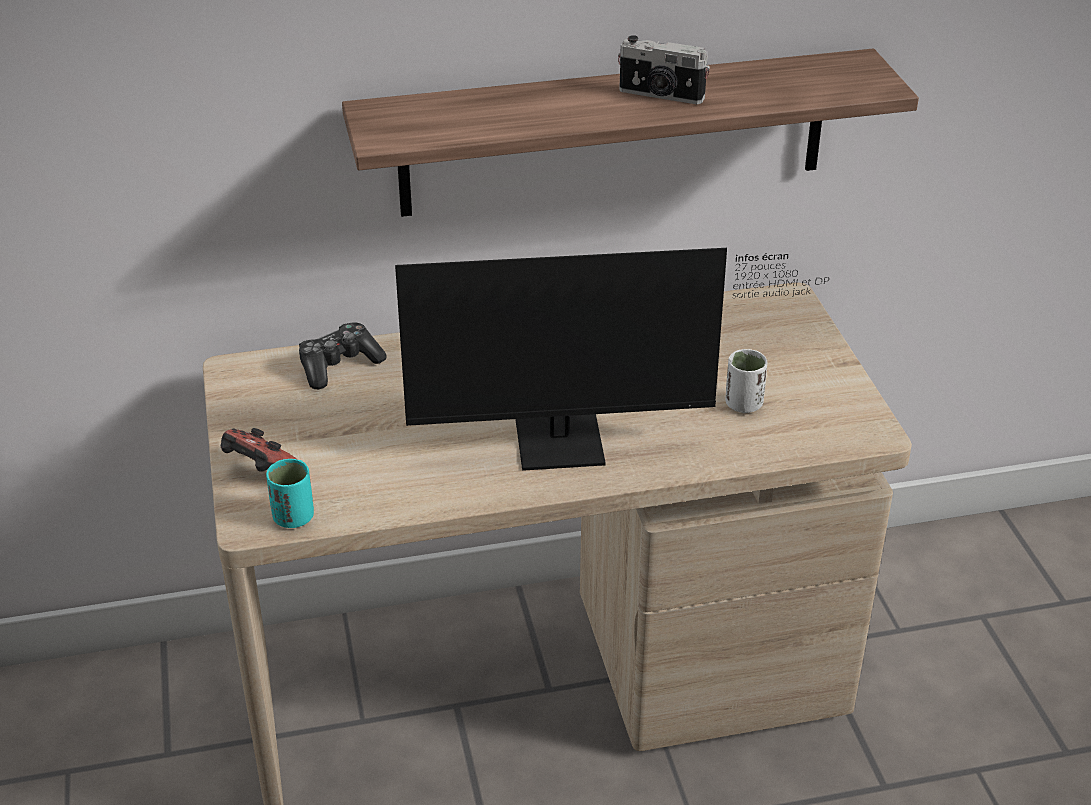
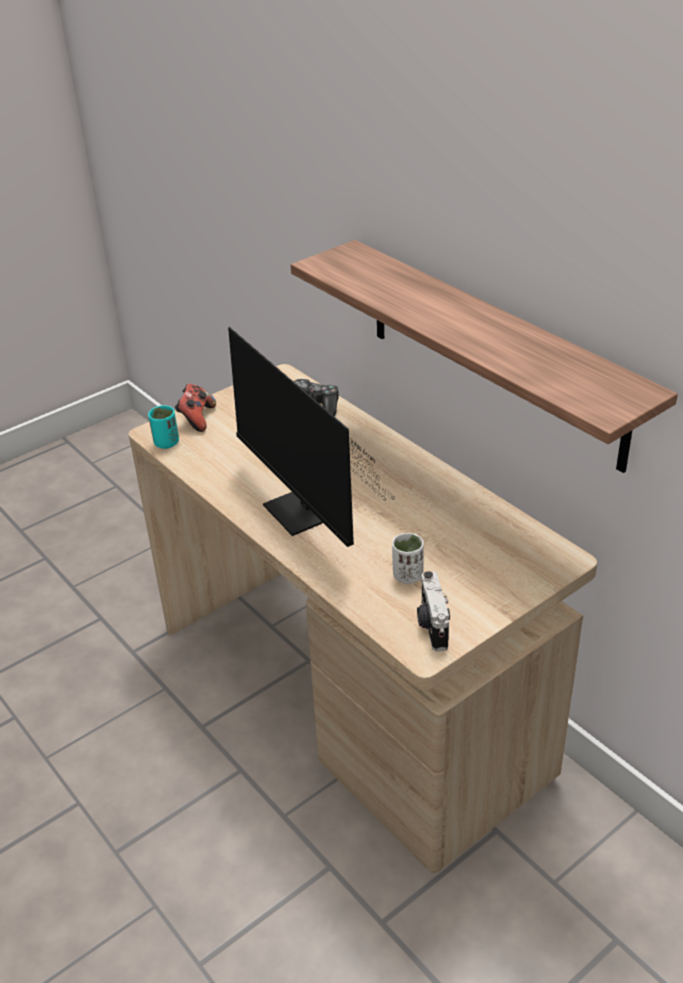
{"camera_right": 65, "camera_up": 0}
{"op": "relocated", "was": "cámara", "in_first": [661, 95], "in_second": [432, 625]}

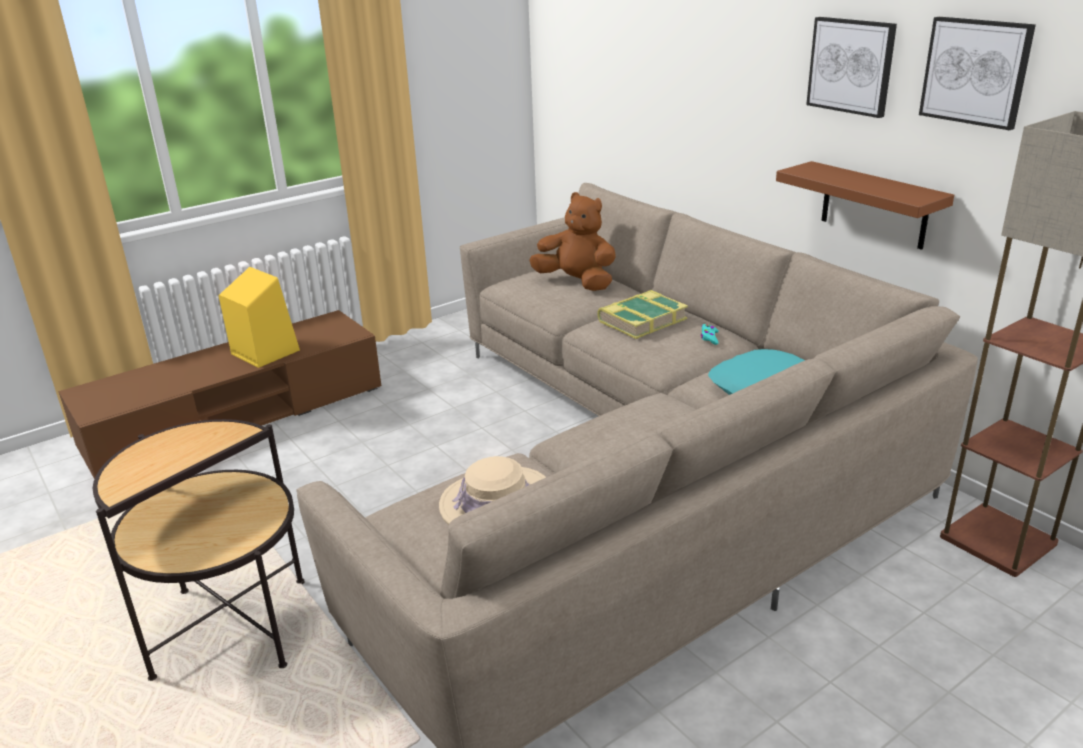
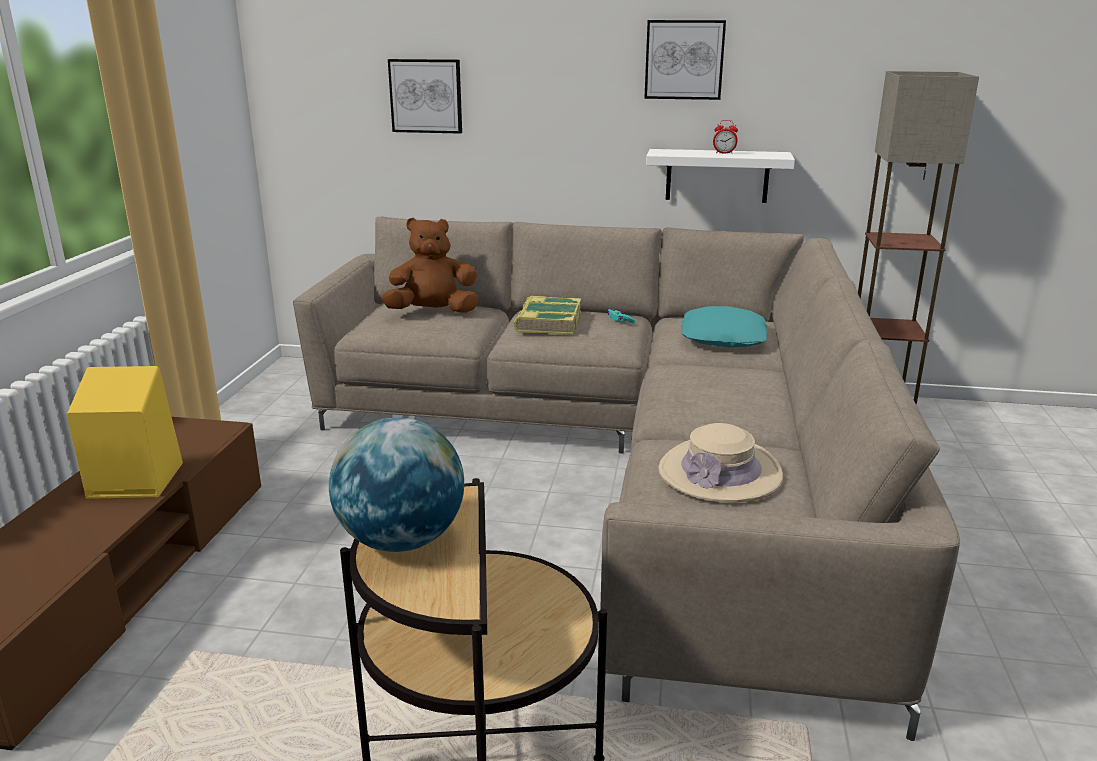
{"camera_right": -45, "camera_up": -5}
{"op": "appeared", "now": "globo terráqueo", "in_second": [401, 540]}
{"op": "relocated", "was": "cuadro", "in_first": [976, 71], "in_second": [426, 96]}
{"op": "colour", "was": "estante/marrón", "now": "estante/blanco", "in_first": [874, 205], "in_second": [717, 175]}
{"op": "appeared", "now": "despertador", "in_second": [724, 153]}

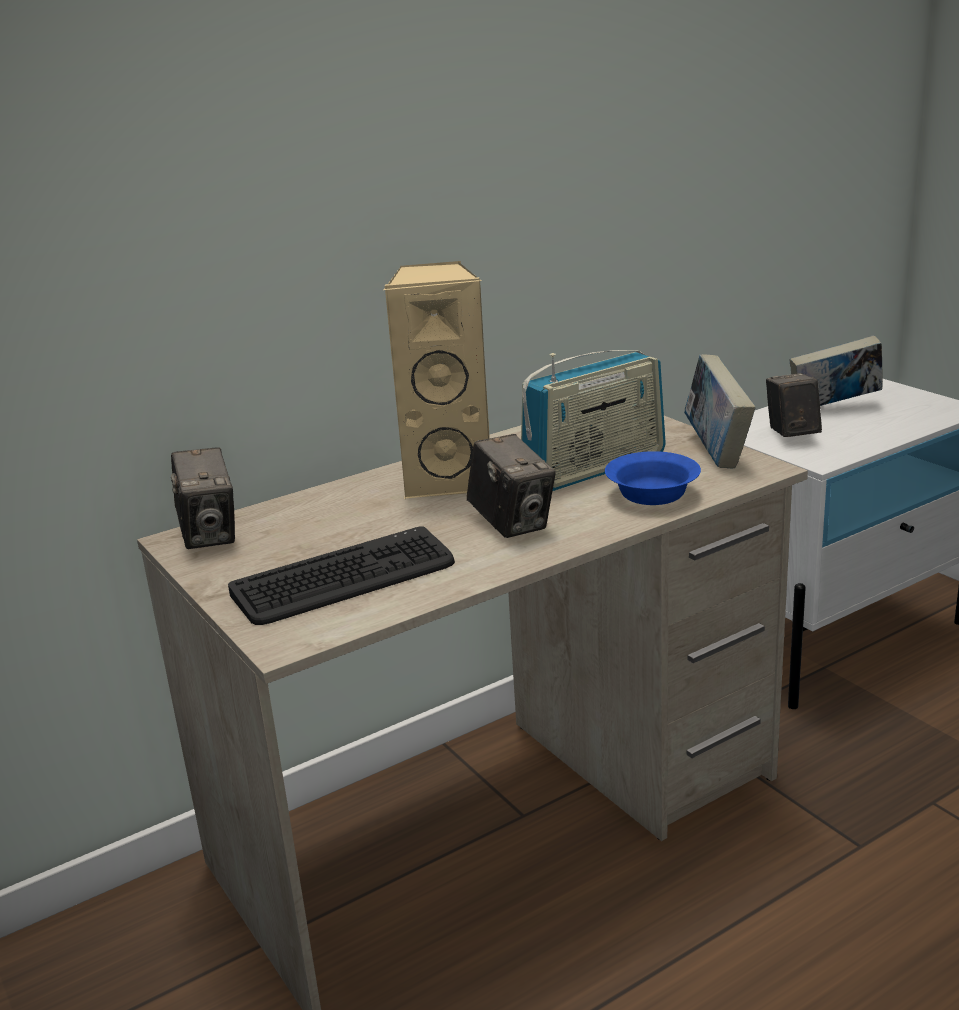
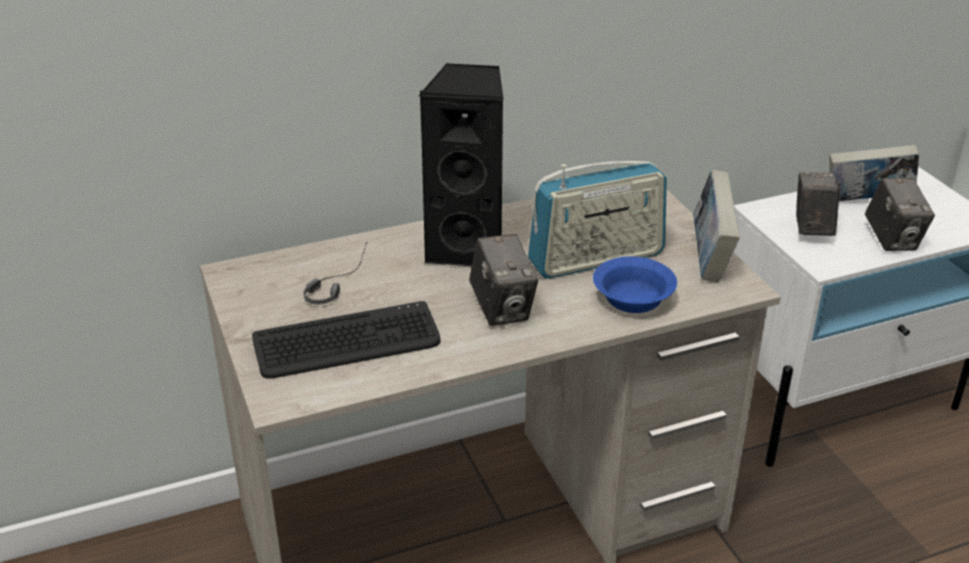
{"camera_right": 10, "camera_up": 10}
{"op": "appeared", "now": "auriculares", "in_second": [335, 282]}
{"op": "colour", "was": "altavoz/beis", "now": "altavoz/negro", "in_first": [449, 480], "in_second": [469, 248]}
{"op": "relocated", "was": "cámara", "in_first": [210, 535], "in_second": [892, 240]}

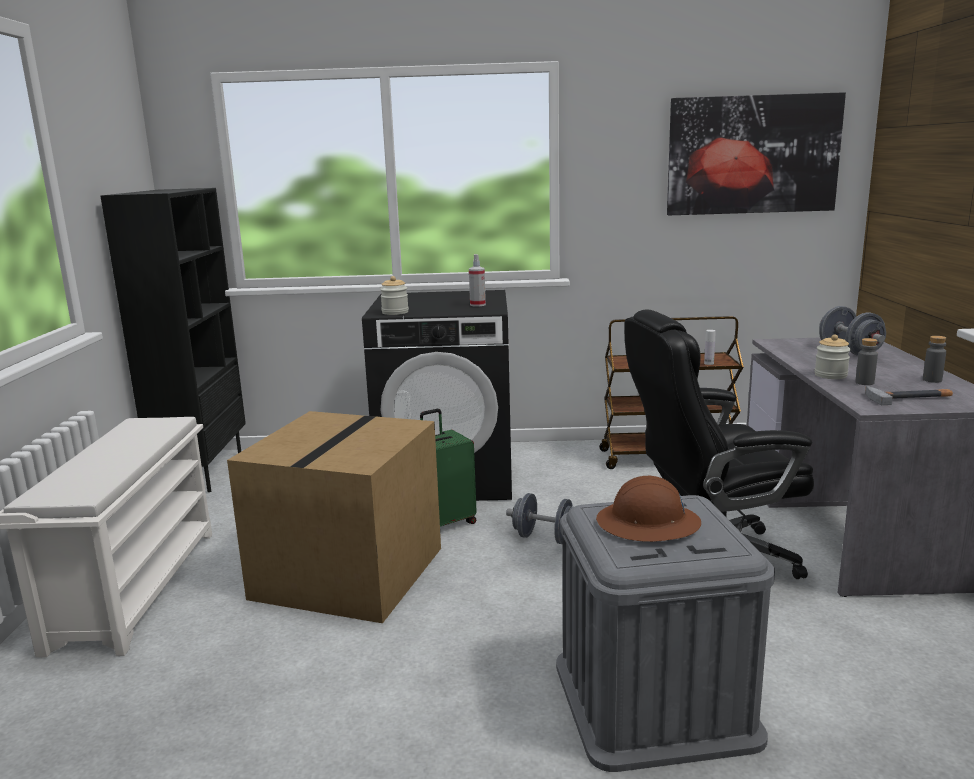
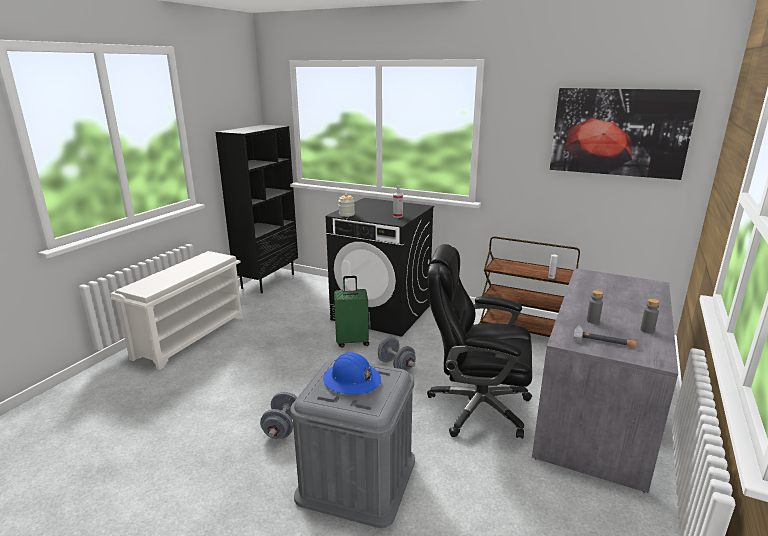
{"camera_right": 25, "camera_up": 5}
{"op": "relocated", "was": "mancuerna/gris", "in_first": [849, 351], "in_second": [282, 428]}
{"op": "colour", "was": "casco/marrón", "now": "casco/azul", "in_first": [648, 524], "in_second": [352, 380]}
{"op": "missing", "was": "caja de cartón", "in_first": [347, 571]}
{"op": "missing", "was": "tarro", "in_first": [830, 375]}

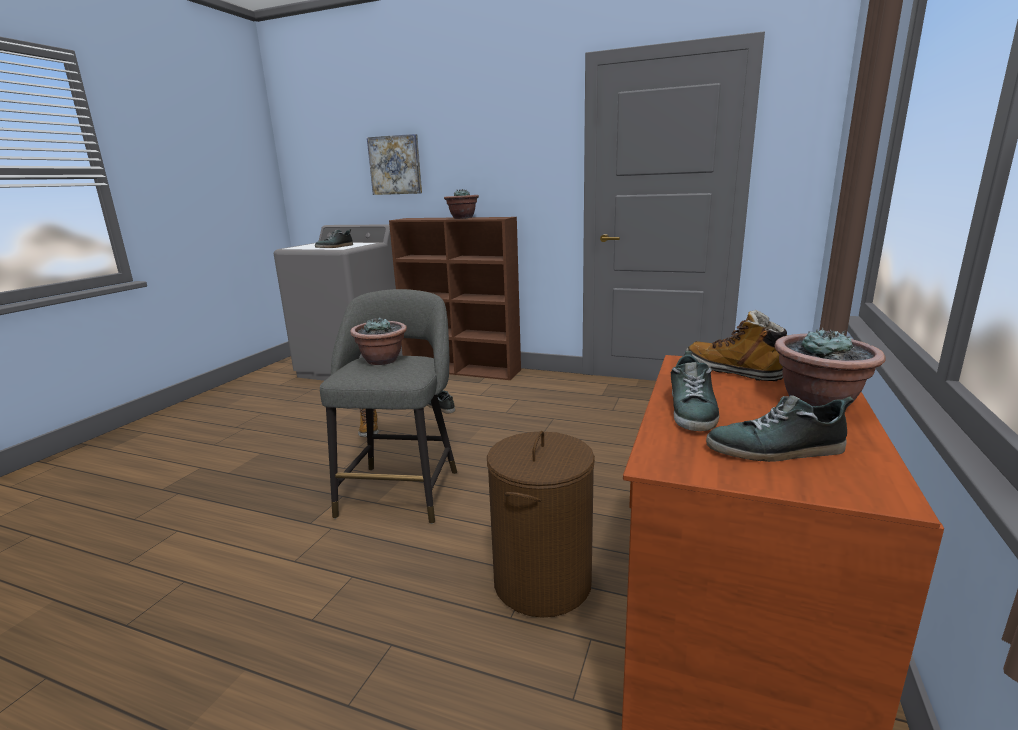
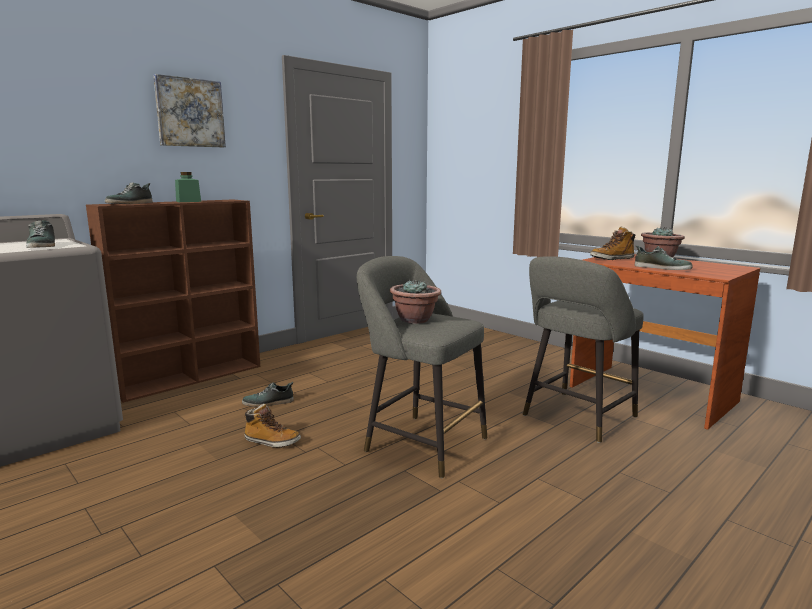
{"camera_right": -65, "camera_up": -5}
{"op": "relocated", "was": "zapato", "in_first": [776, 449], "in_second": [130, 203]}
{"op": "relocated", "was": "cuadro", "in_first": [395, 165], "in_second": [190, 113]}
{"op": "exchanged", "was": "planta en maceta", "now": "tarro/verde", "in_first": [462, 218], "in_second": [188, 201]}
{"op": "exchanged", "was": "cesto de la ropa/marrón", "now": "taburete/gris", "in_first": [542, 581], "in_second": [576, 418]}

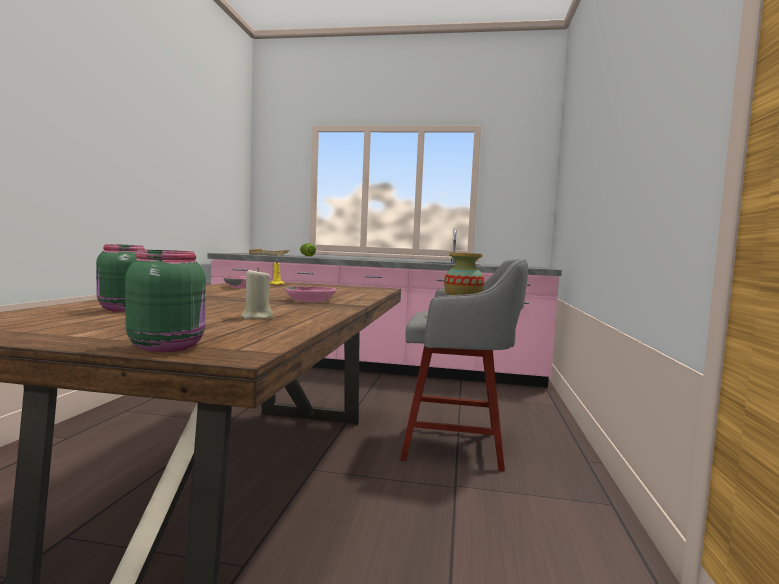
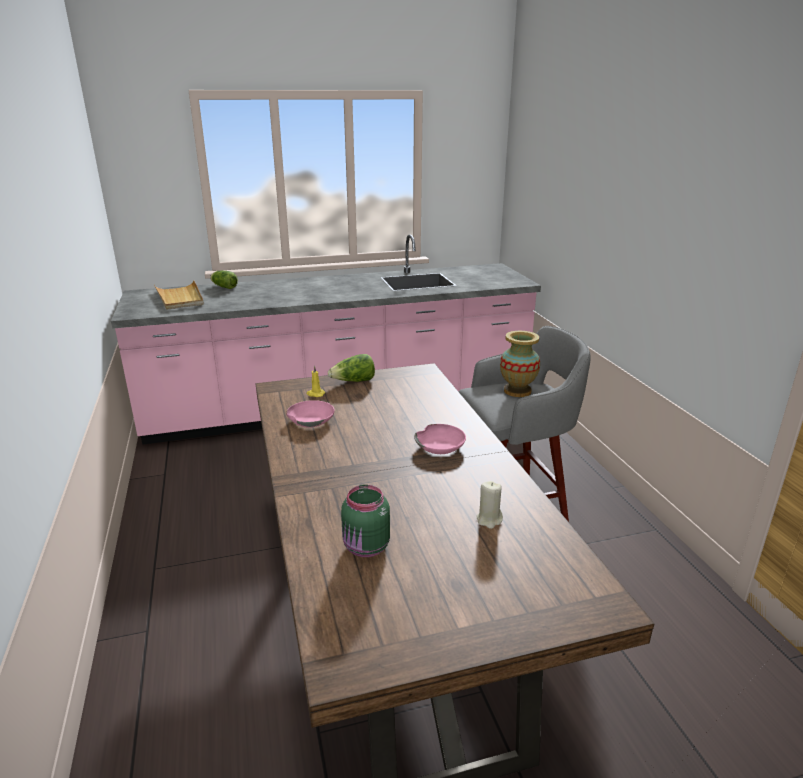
{"camera_right": -25, "camera_up": 20}
{"op": "appeared", "now": "lechuga", "in_second": [354, 381]}
{"op": "missing", "was": "tarro/verde", "in_first": [168, 347]}

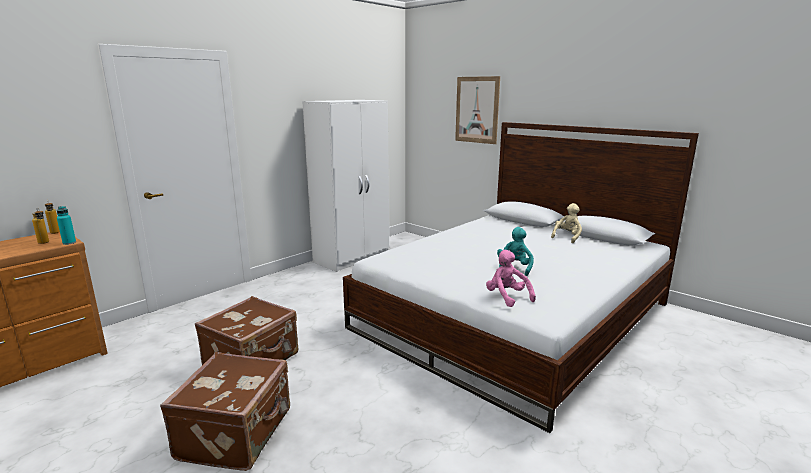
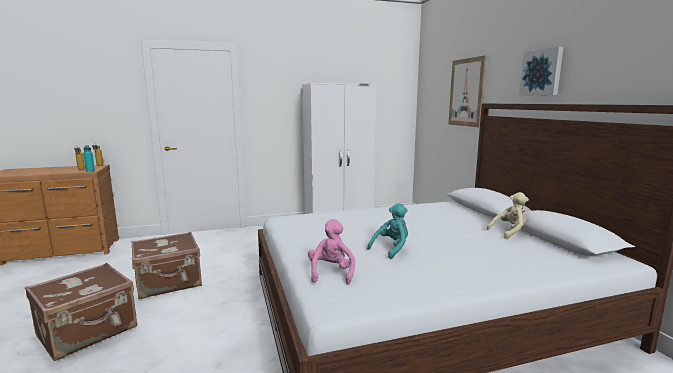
{"camera_right": 30, "camera_up": -5}
{"op": "appeared", "now": "cuadro", "in_second": [542, 72]}

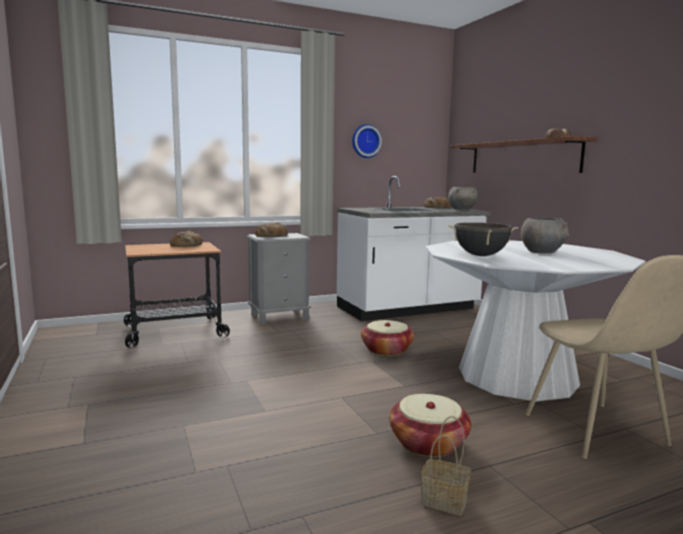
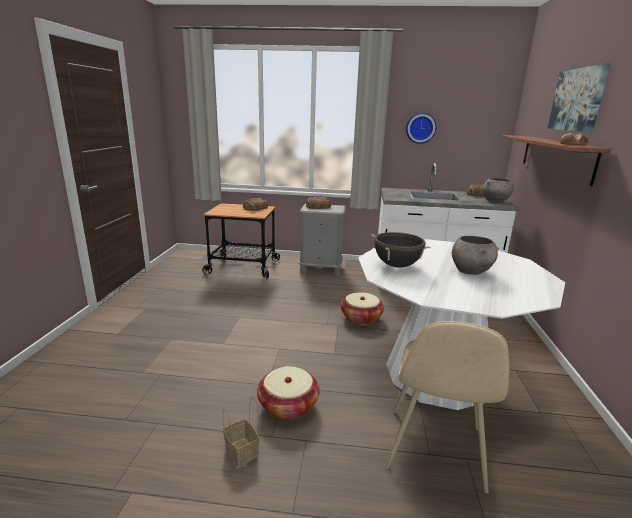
{"camera_right": 30, "camera_up": 10}
{"op": "appeared", "now": "cuadro", "in_second": [577, 100]}

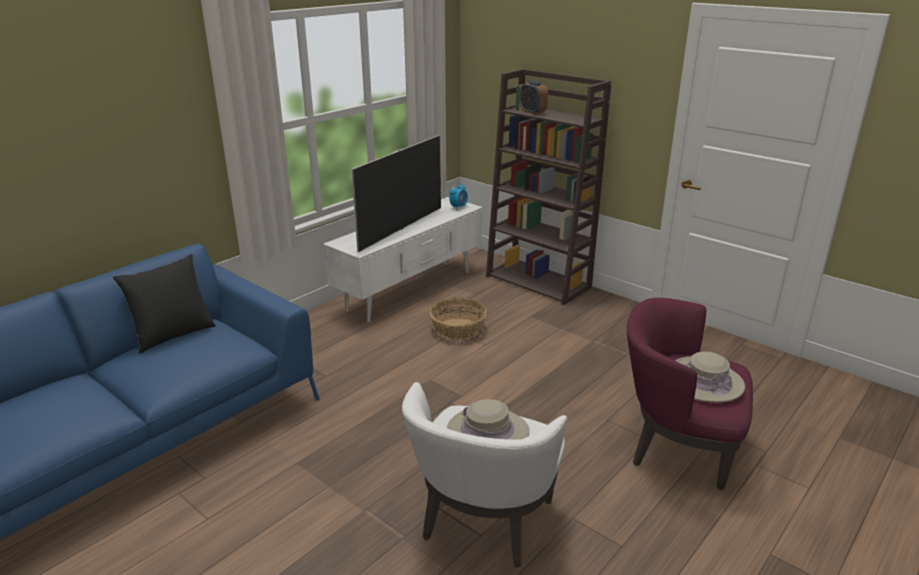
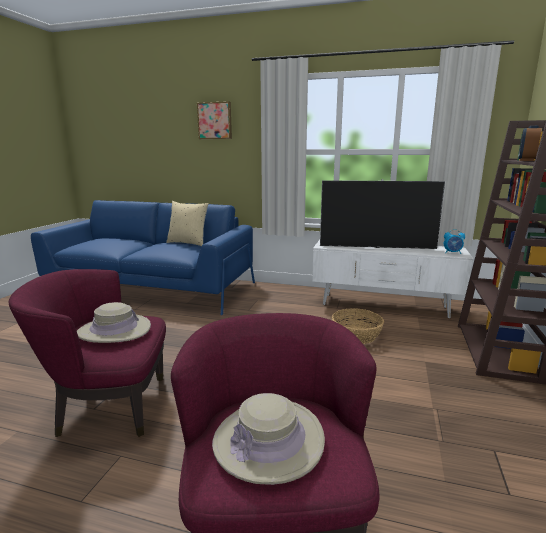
{"camera_right": 65, "camera_up": -10}
{"op": "colour", "was": "sillón/blanco", "now": "sillón/morado", "in_first": [484, 522], "in_second": [109, 406]}
{"op": "colour", "was": "cojín/negro", "now": "cojín/beis", "in_first": [173, 334], "in_second": [188, 243]}
{"op": "appeared", "now": "cuadro", "in_second": [215, 121]}

